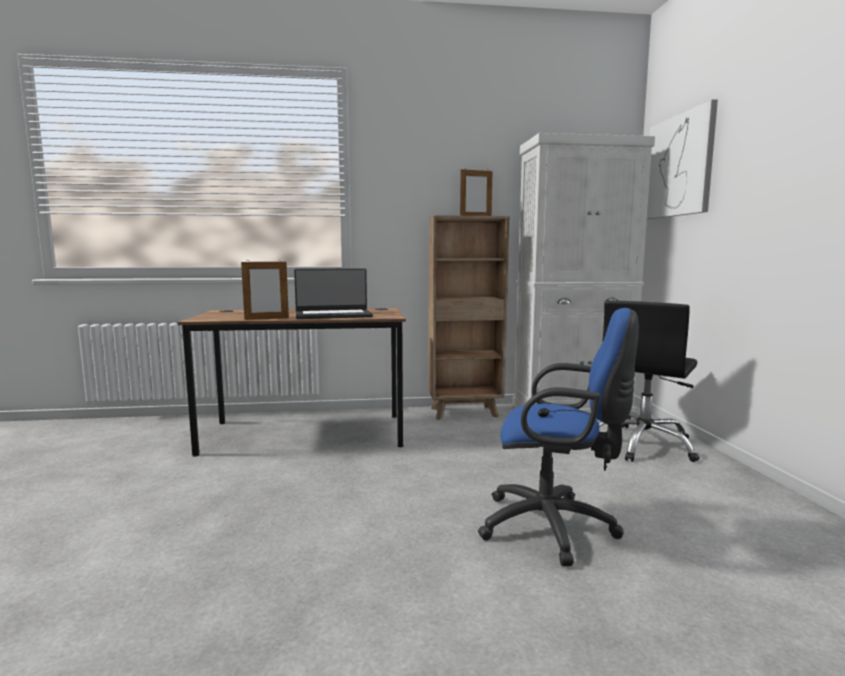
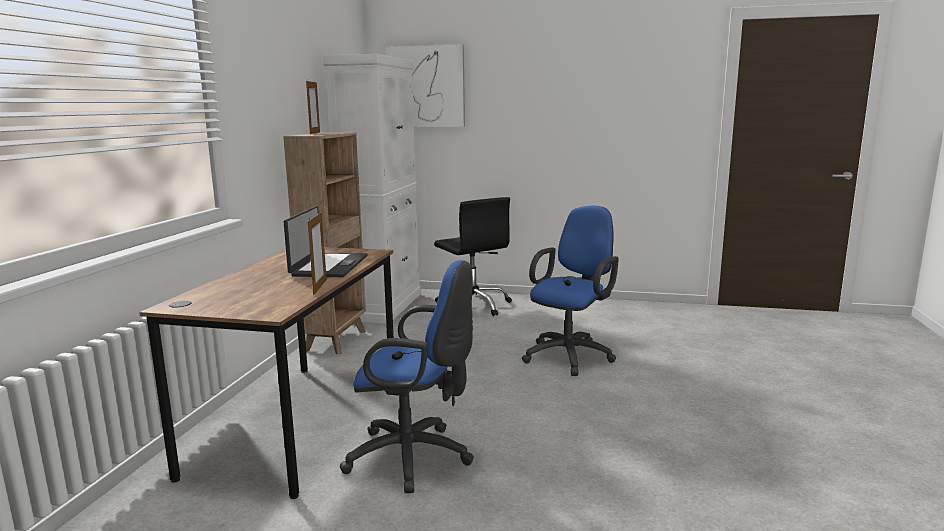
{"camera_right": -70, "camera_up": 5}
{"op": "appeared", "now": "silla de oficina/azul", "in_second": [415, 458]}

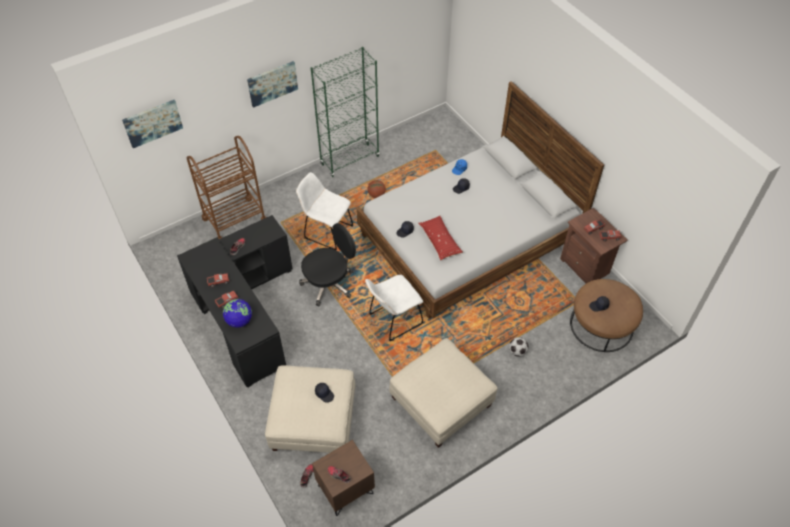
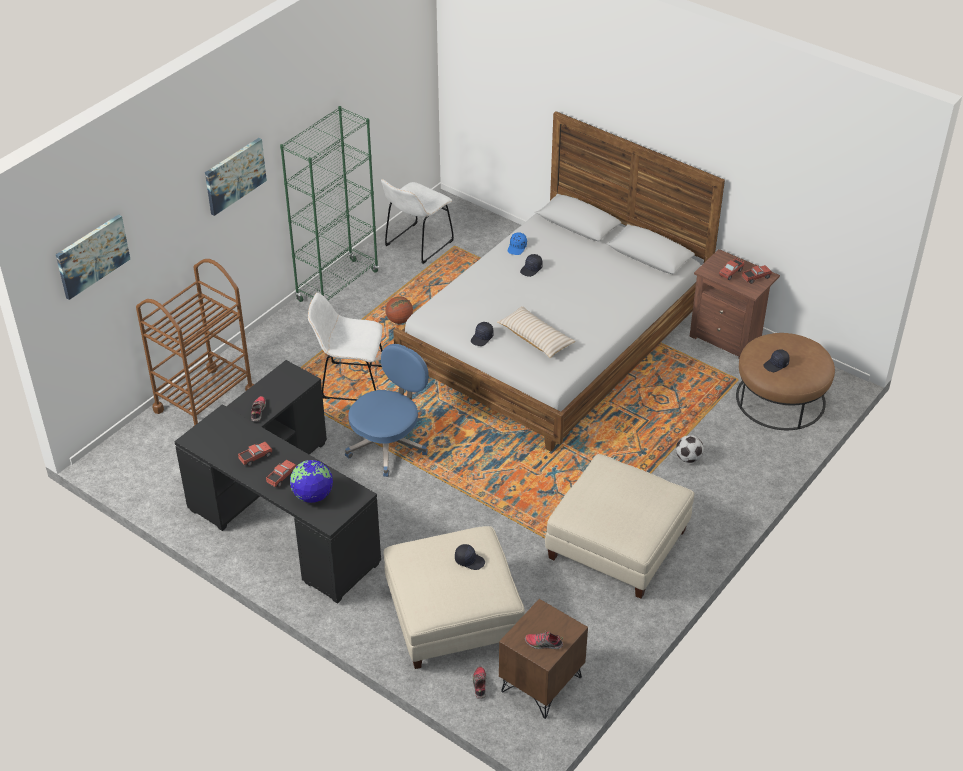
{"camera_right": -20, "camera_up": -10}
{"op": "colour", "was": "silla de oficina/negro", "now": "silla de oficina/azul", "in_first": [329, 283], "in_second": [388, 445]}
{"op": "relocated", "was": "silla/blanco", "in_first": [393, 320], "in_second": [417, 245]}
{"op": "colour", "was": "cojín/rojo", "now": "cojín/beis", "in_first": [440, 241], "in_second": [535, 338]}

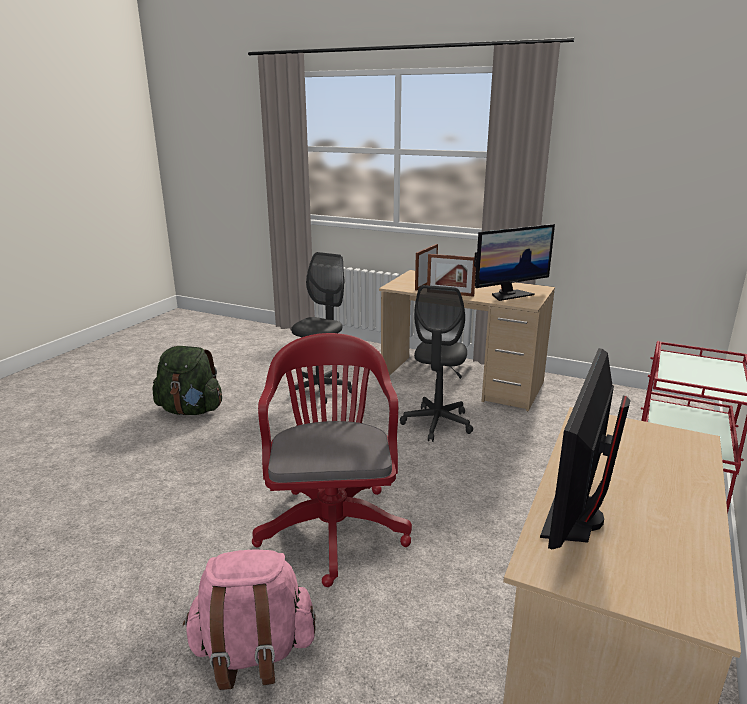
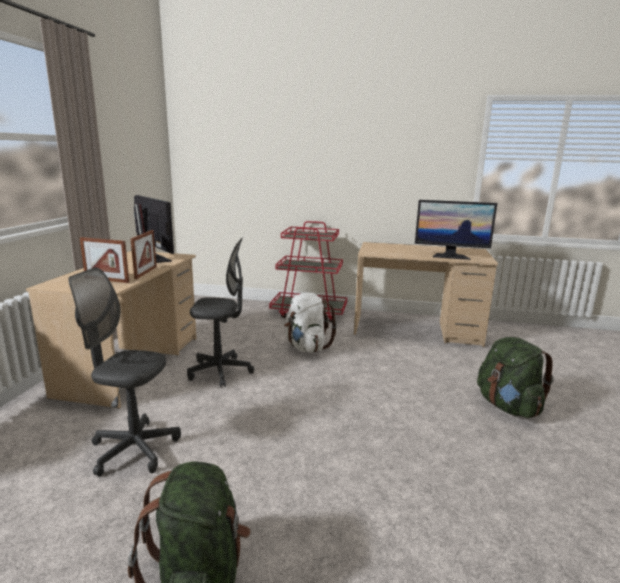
{"camera_right": -105, "camera_up": -5}
{"op": "appeared", "now": "mochila/blanco", "in_second": [306, 347]}
{"op": "colour", "was": "mochila/rosa", "now": "mochila/verde", "in_first": [253, 653], "in_second": [508, 406]}
{"op": "missing", "was": "silla de oficina/rojo", "in_first": [332, 524]}

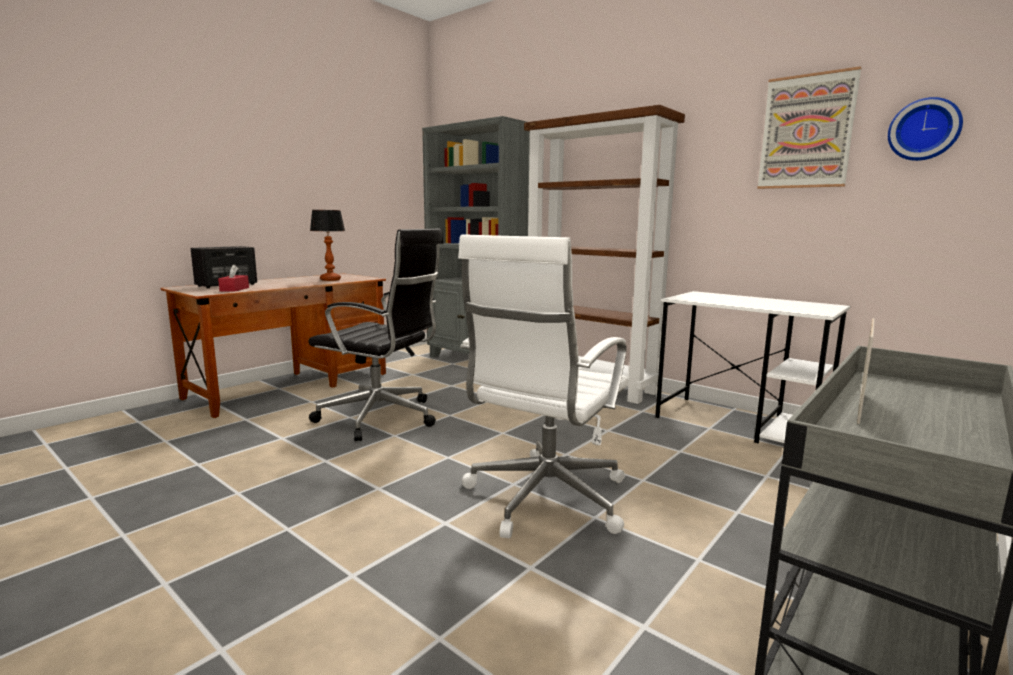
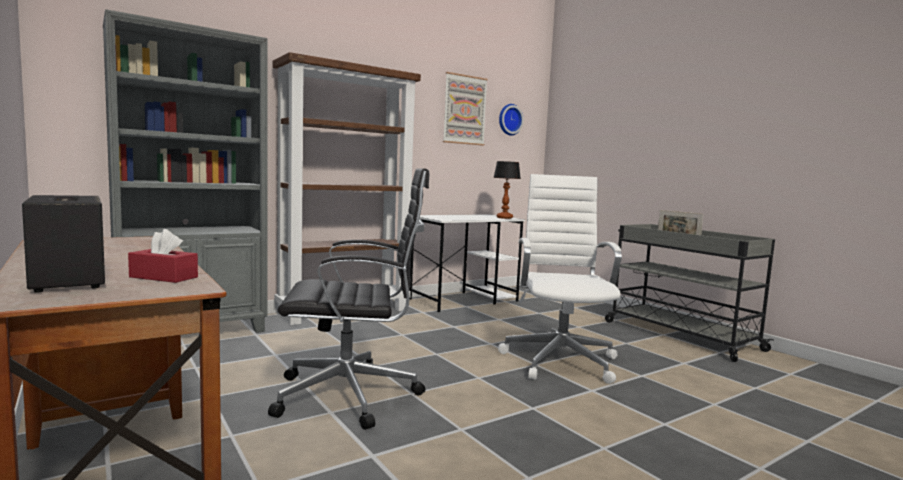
{"camera_right": -75, "camera_up": -5}
{"op": "spun", "was": "silla de oficina/negro", "in_first": [382, 418], "in_second": [352, 395], "clockwise": 45}
{"op": "relocated", "was": "lámpara de mesa", "in_first": [330, 279], "in_second": [504, 218]}
{"op": "spun", "was": "silla de oficina/blanco", "in_first": [543, 499], "in_second": [560, 360], "clockwise": -135}

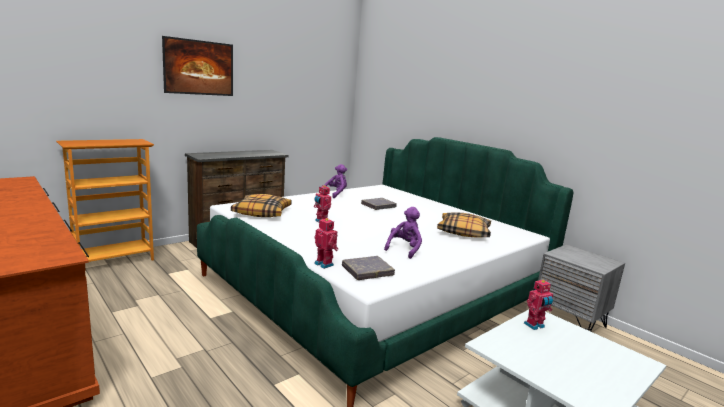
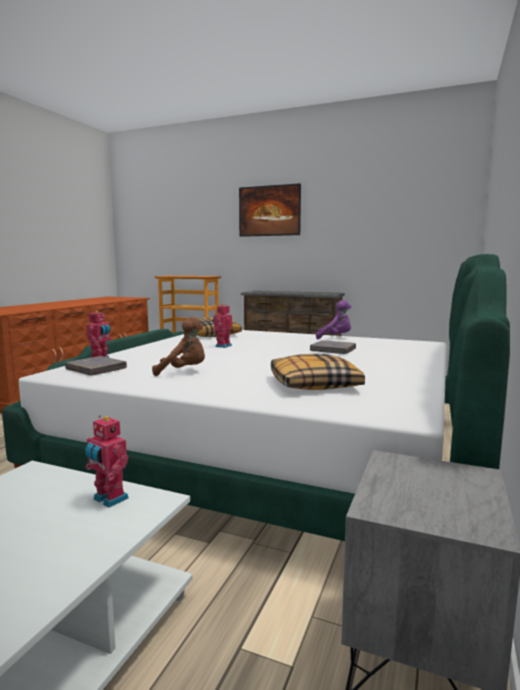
{"camera_right": 65, "camera_up": -5}
{"op": "colour", "was": "peluche/morado", "now": "peluche/marrón", "in_first": [404, 249], "in_second": [183, 372]}

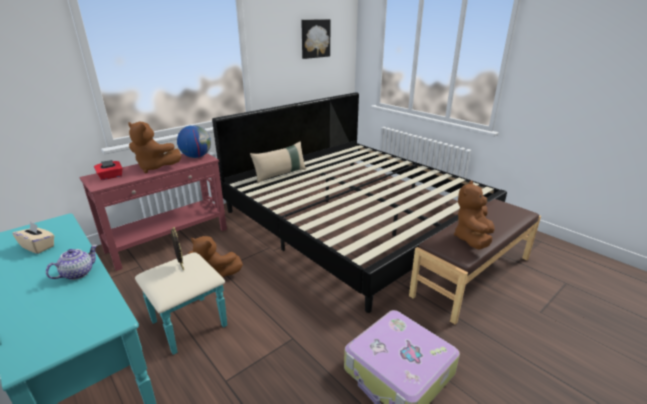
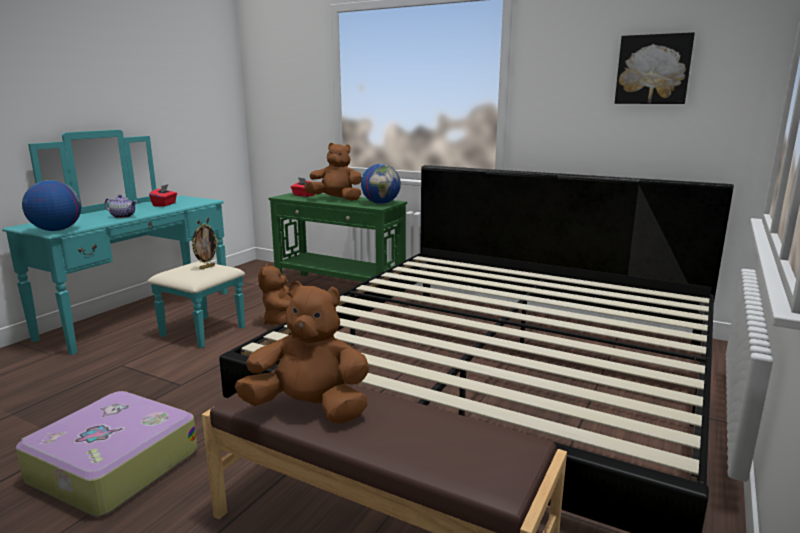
{"camera_right": 70, "camera_up": -10}
{"op": "appeared", "now": "globo terráqueo", "in_second": [56, 230]}
{"op": "colour", "was": "caja de pañuelos/beis", "now": "caja de pañuelos/rojo", "in_first": [38, 247], "in_second": [164, 204]}
{"op": "colour", "was": "mesa consola/rojo", "now": "mesa consola/verde", "in_first": [169, 240], "in_second": [339, 289]}
{"op": "spun", "was": "peluche/marrón", "in_first": [155, 167], "in_second": [336, 199], "clockwise": 105}
{"op": "missing", "was": "cojín/beis", "in_first": [280, 174]}

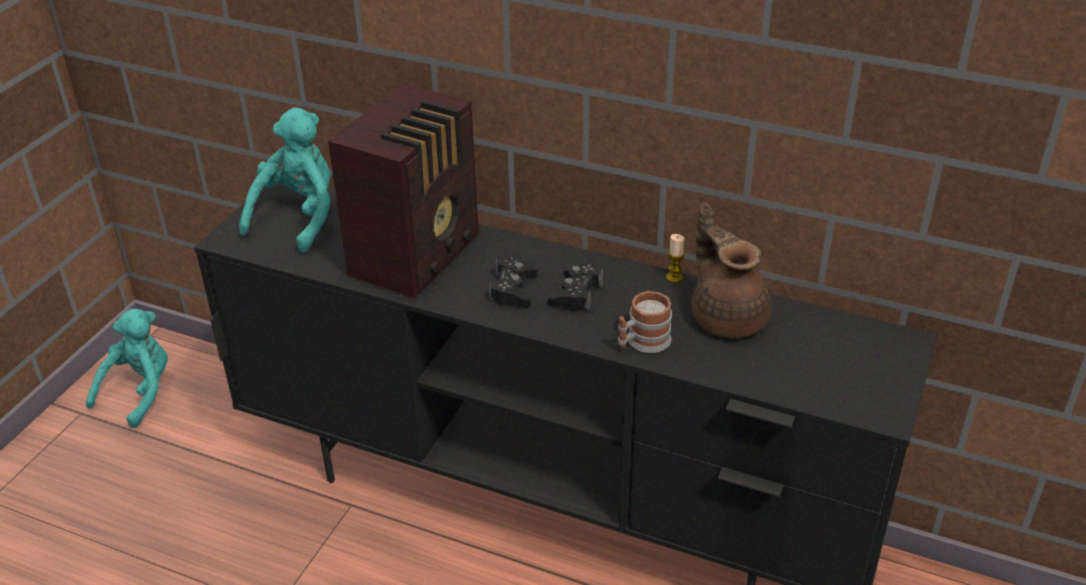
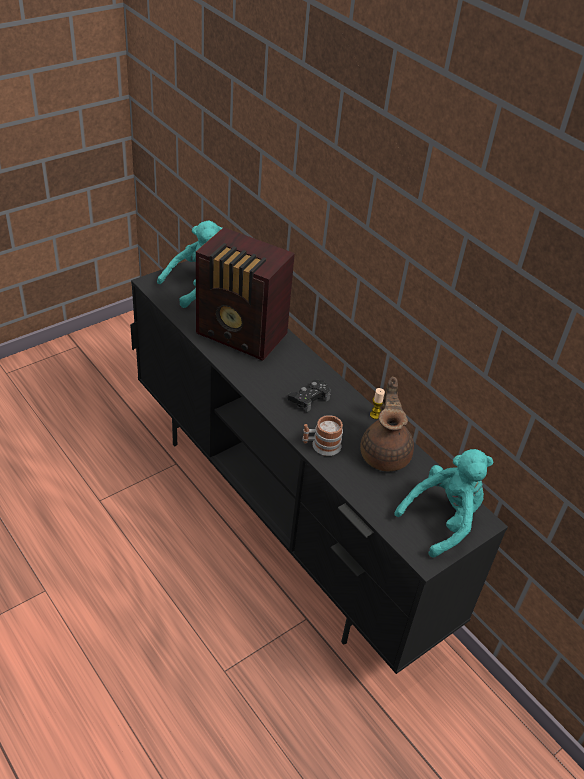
{"camera_right": 25, "camera_up": 5}
{"op": "spun", "was": "radio", "in_first": [419, 254], "in_second": [242, 336], "clockwise": 60}
{"op": "relocated", "was": "peluche/turquesa", "in_first": [140, 392], "in_second": [443, 519]}
{"op": "missing", "was": "mando de consola/negro", "in_first": [513, 288]}

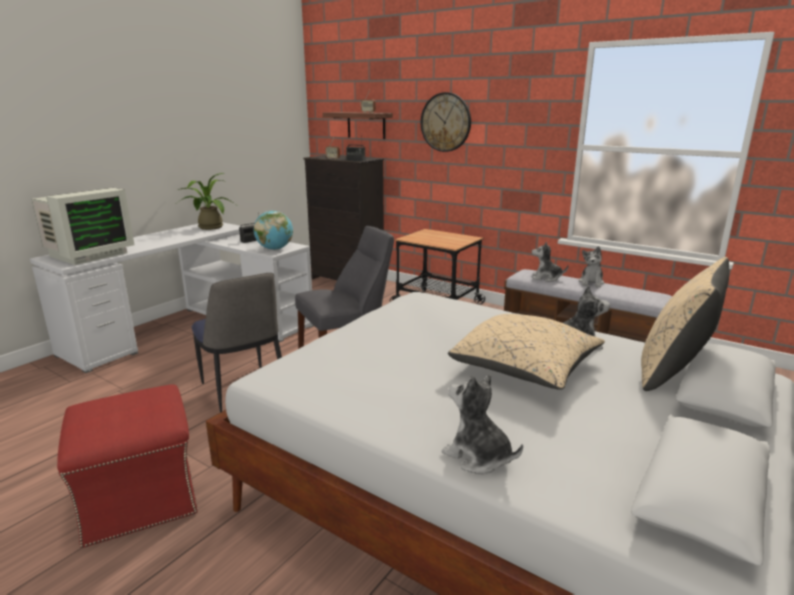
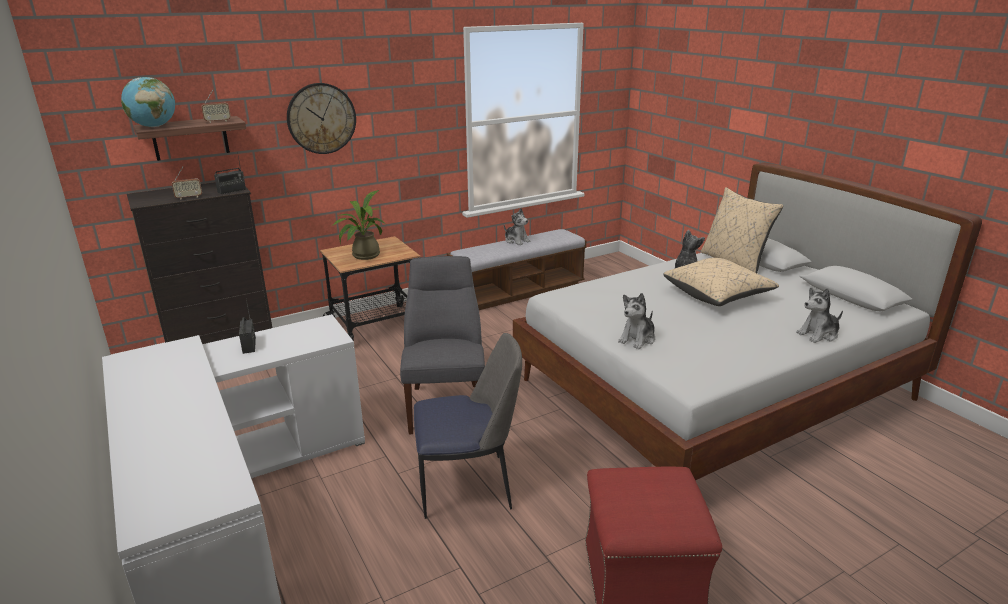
{"camera_right": -65, "camera_up": 5}
{"op": "relocated", "was": "globo terráqueo", "in_first": [275, 249], "in_second": [154, 127]}
{"op": "relocated", "was": "planta en maceta", "in_first": [208, 227], "in_second": [362, 256]}
{"op": "relocated", "was": "peluche", "in_first": [546, 278], "in_second": [637, 339]}
{"op": "missing", "was": "monitor", "in_first": [88, 254]}

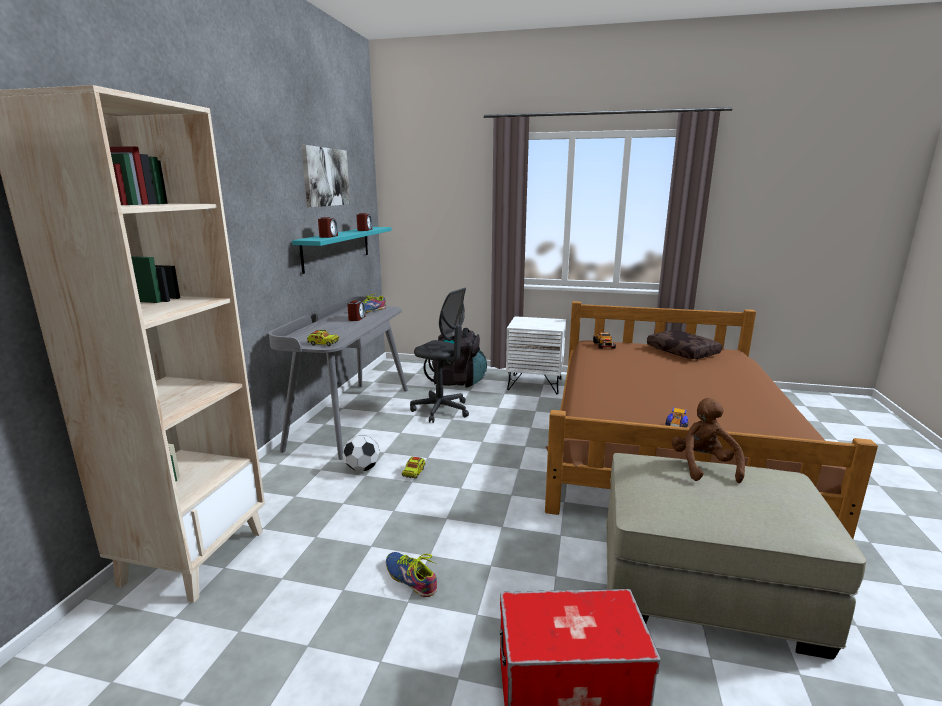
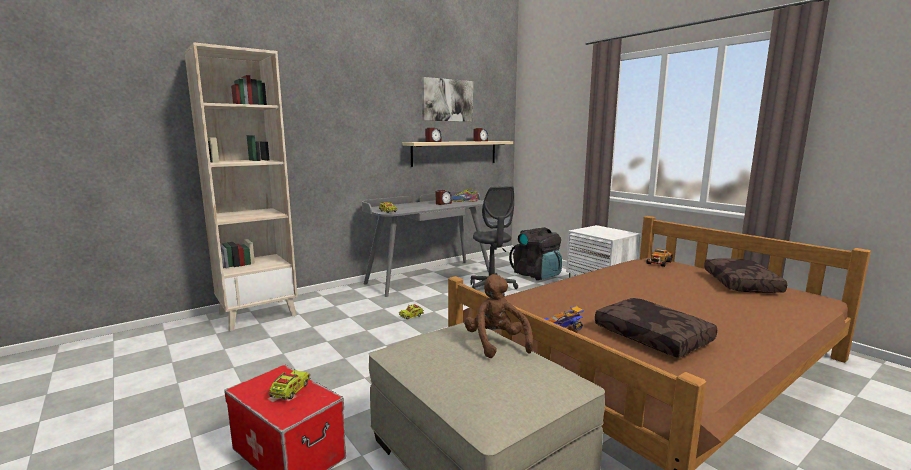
{"camera_right": 40, "camera_up": -5}
{"op": "appeared", "now": "camión de juguete", "in_second": [290, 391]}
{"op": "colour", "was": "estante/turquesa", "now": "estante/beis", "in_first": [337, 247], "in_second": [455, 153]}
{"op": "spun", "was": "peluche/marrón", "in_first": [703, 466], "in_second": [496, 343], "clockwise": -60}
{"op": "appeared", "now": "cojín/marrón", "in_second": [653, 336]}
{"op": "missing", "was": "balón de fútbol", "in_first": [362, 469]}
{"op": "missing", "was": "zapato", "in_first": [410, 578]}

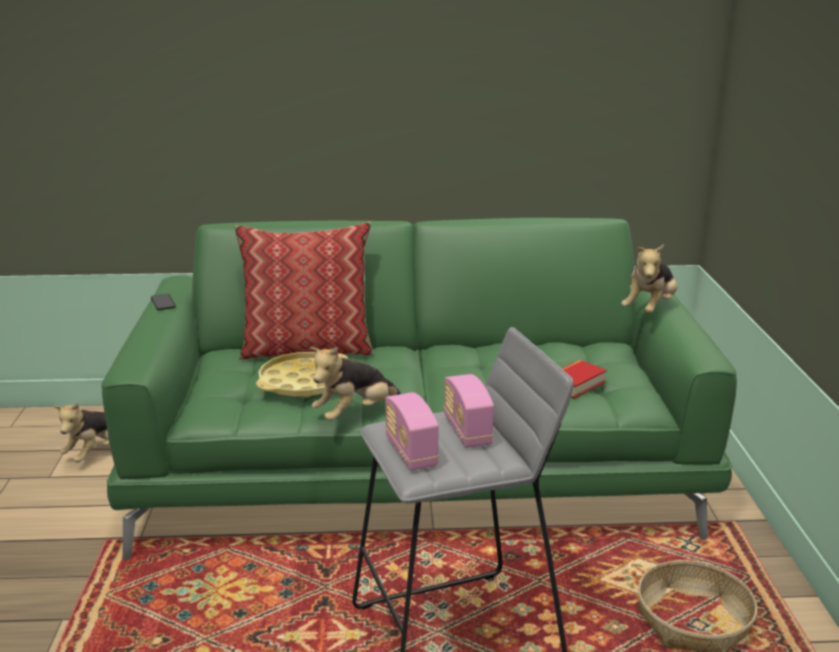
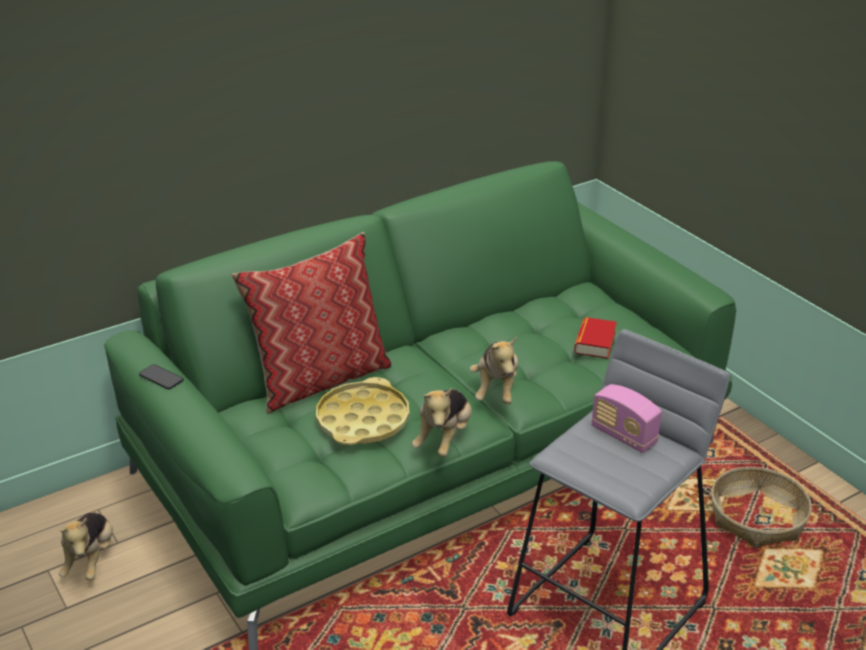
{"camera_right": -30, "camera_up": 10}
{"op": "relocated", "was": "peluche", "in_first": [650, 309], "in_second": [496, 389]}
{"op": "missing", "was": "radio", "in_first": [411, 452]}

